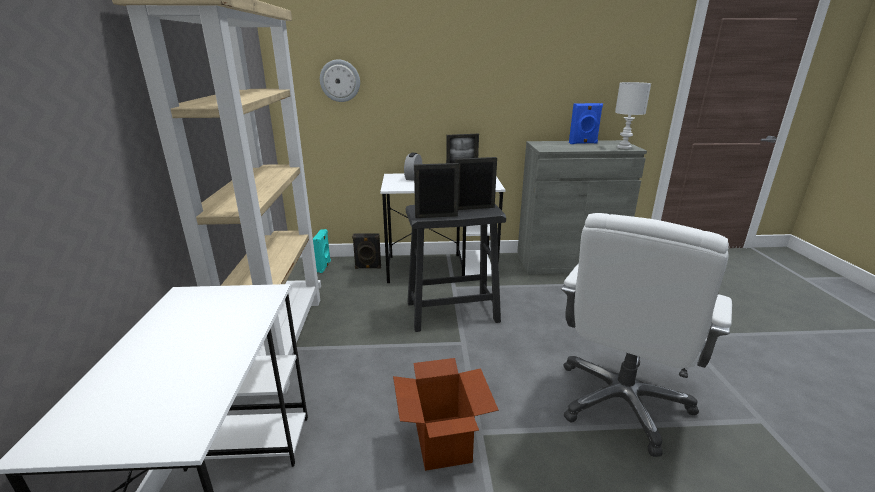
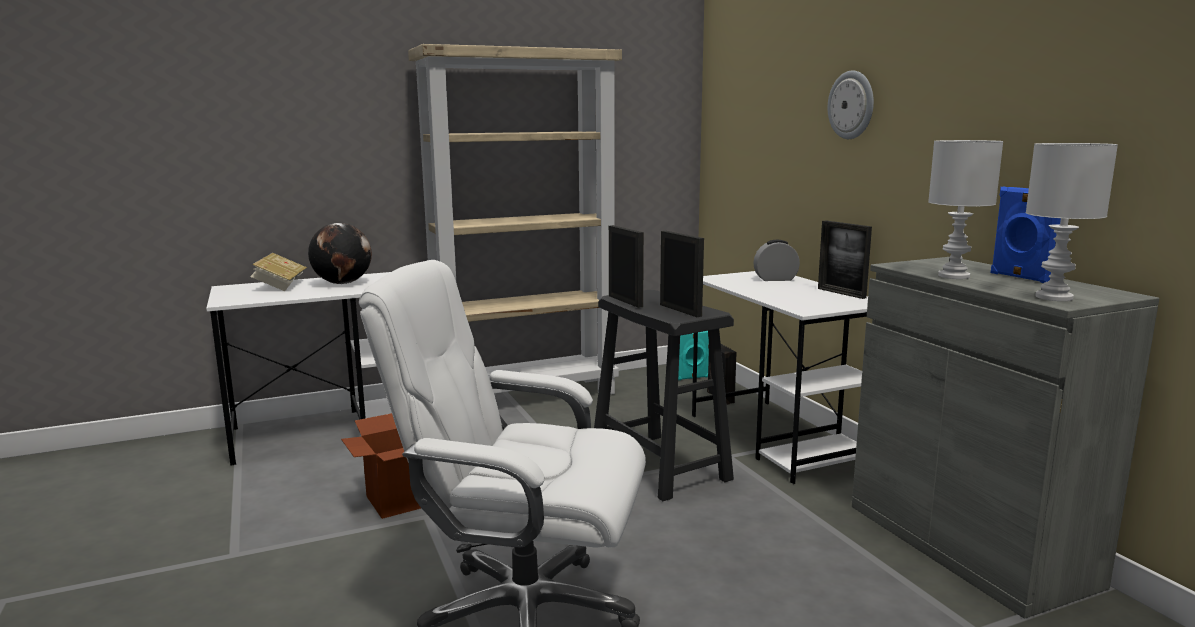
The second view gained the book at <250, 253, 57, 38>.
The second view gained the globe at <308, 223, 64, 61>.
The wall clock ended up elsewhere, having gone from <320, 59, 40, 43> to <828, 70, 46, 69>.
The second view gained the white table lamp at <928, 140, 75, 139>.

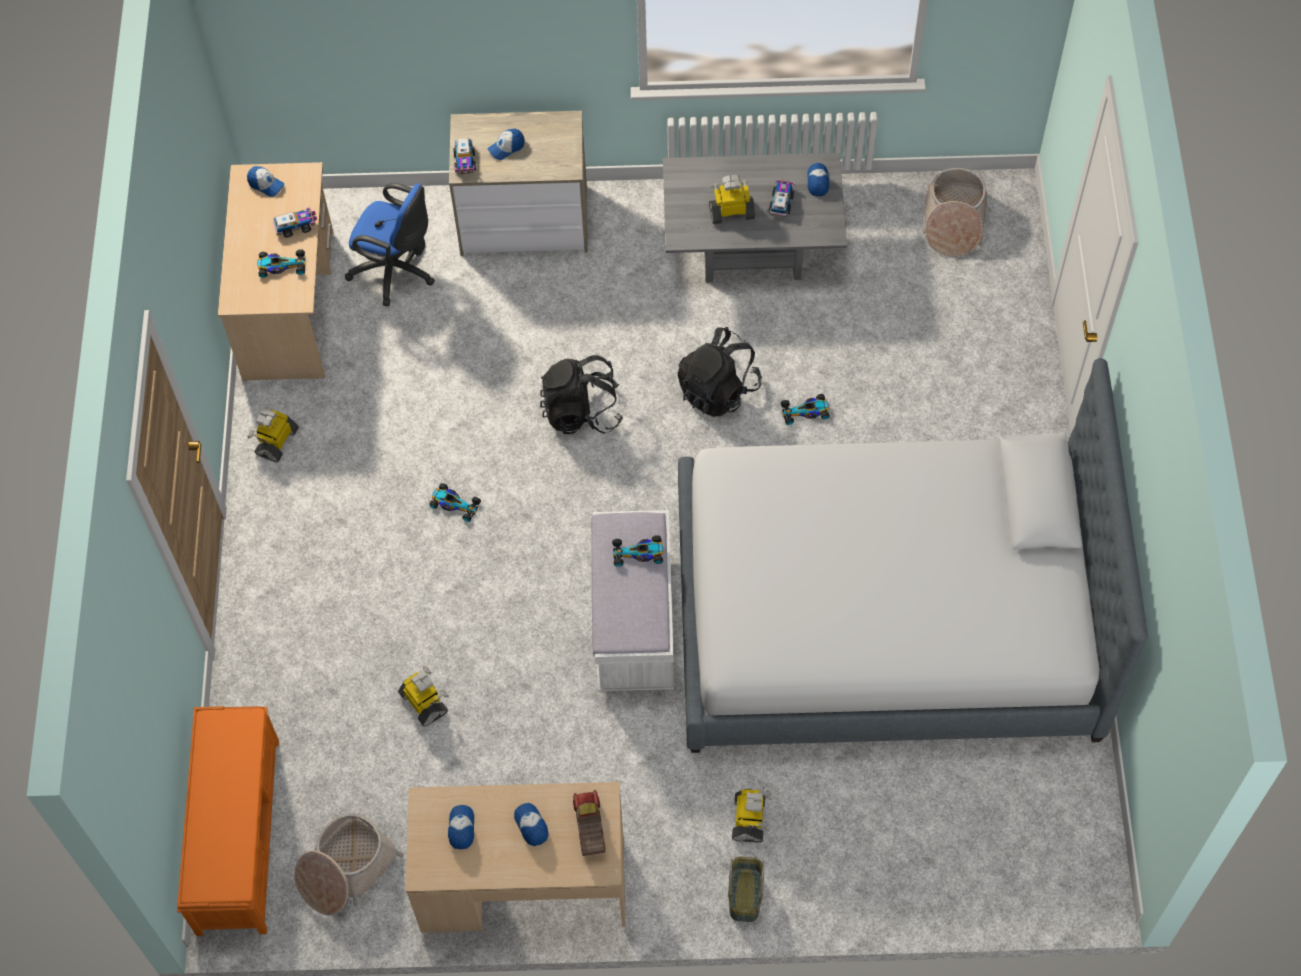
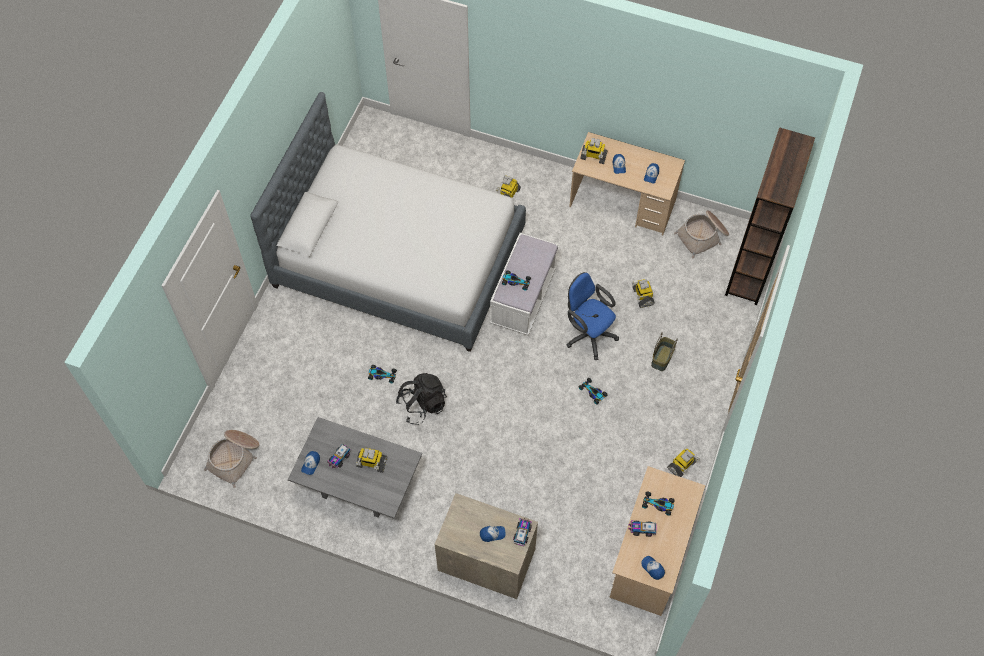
The blue office chair ended up elsewhere, having gone from <345, 183, 90, 123> to <566, 272, 53, 88>.
Where the toy truck stood at <573, 790, 33, 66>, the toy robot came to stand at <580, 138, 28, 26>.
The basket ended up elsewhere, having gone from <728, 857, 36, 65> to <651, 332, 27, 39>.
Where the orange bench stood at <177, 706, 102, 230>, the brown bookcase came to stand at <725, 127, 90, 178>.
The second view lost the black backpack at <540, 355, 83, 79>.

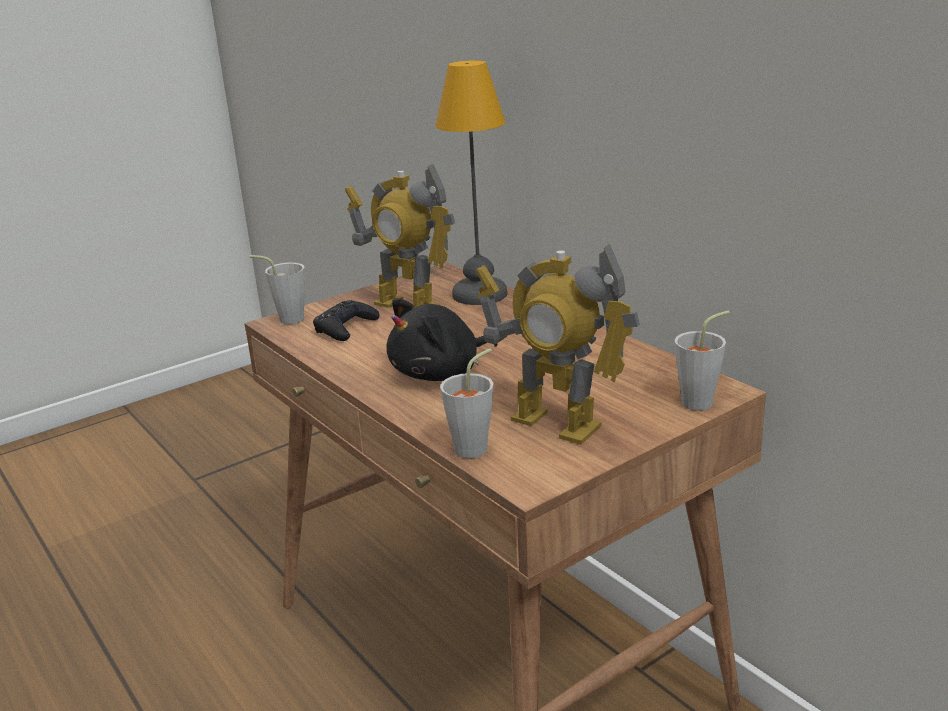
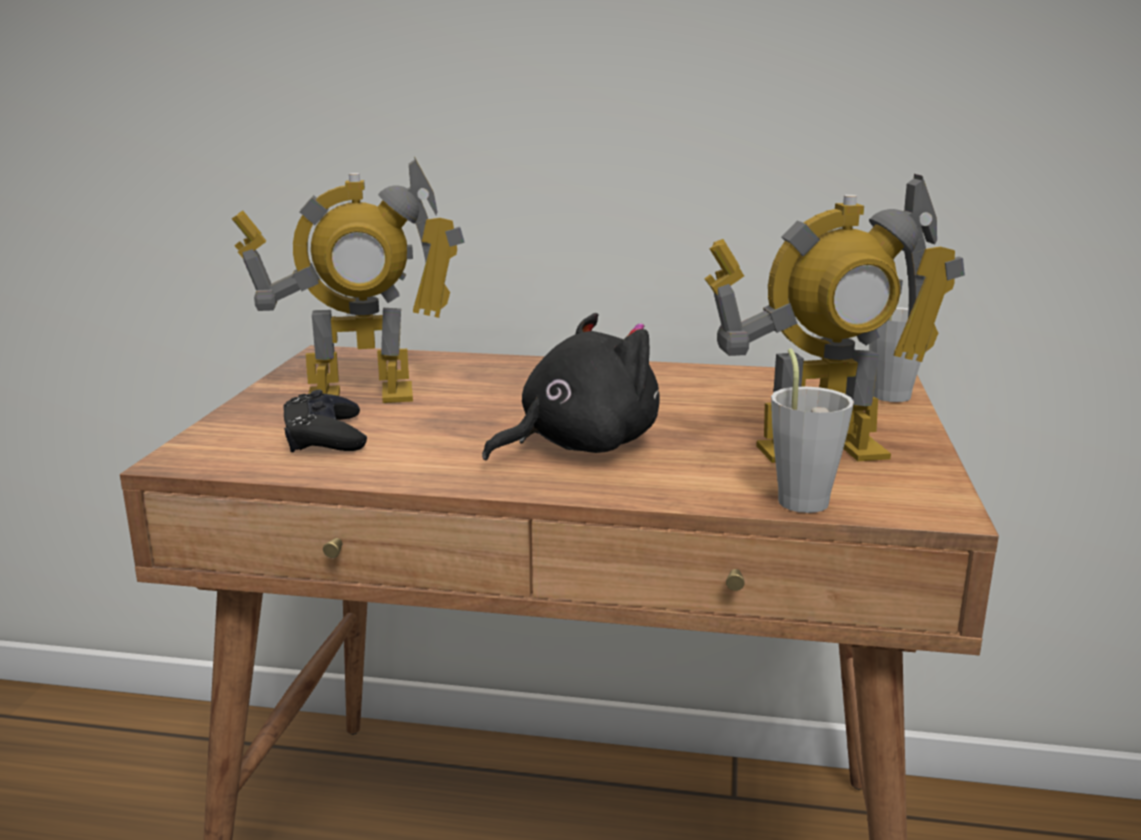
The black plush toy at <387, 298, 111, 83> ended up facing another way, 135 degrees counterclockwise from before.
The second view lost the grey cup at <249, 255, 56, 69>.
The second view lost the table lamp at <435, 60, 73, 245>.

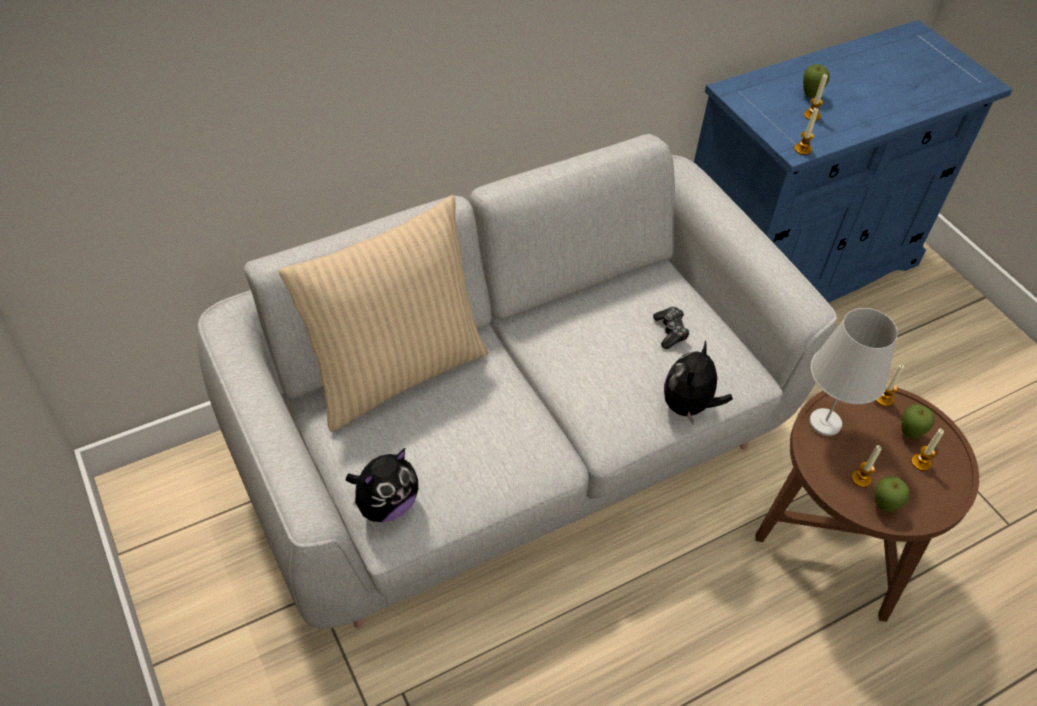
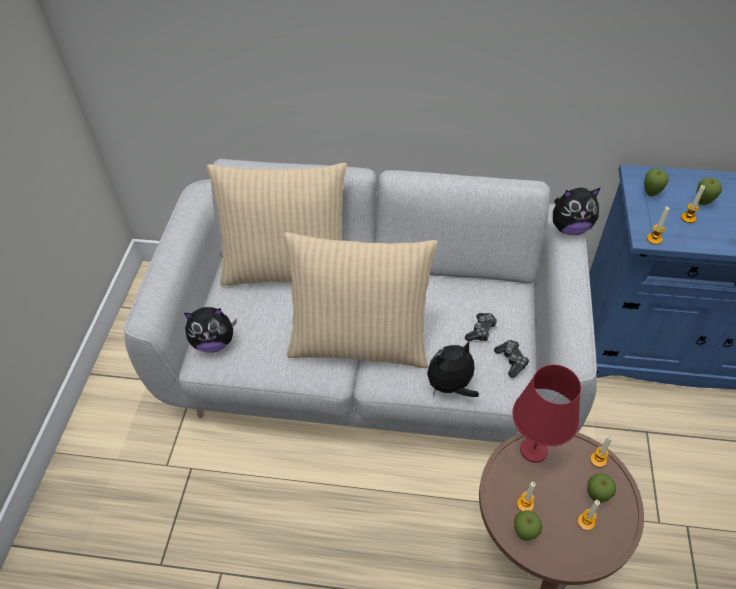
The second view gained the beige pillow at <284, 232, 154, 136>.
The second view gained the game controller at <494, 340, 35, 37>.
What was the white table lamp at <809, 308, 89, 128> turned into the red table lamp at <512, 364, 69, 99>.
The second view gained the plush toy at <553, 188, 47, 47>.
The second view gained the apple at <644, 169, 25, 27>.

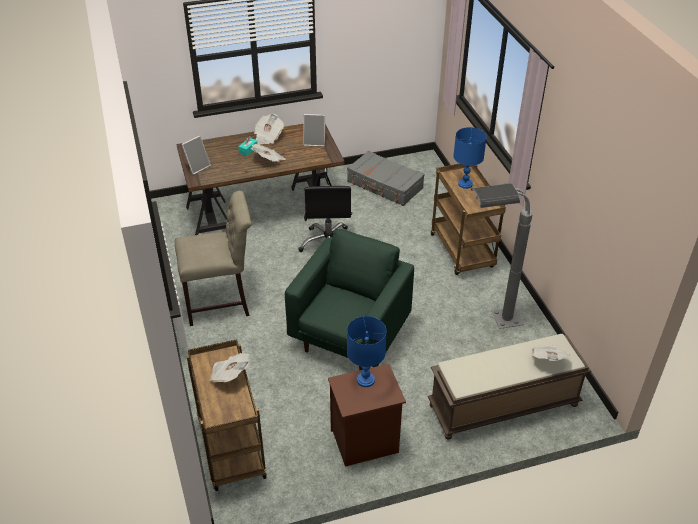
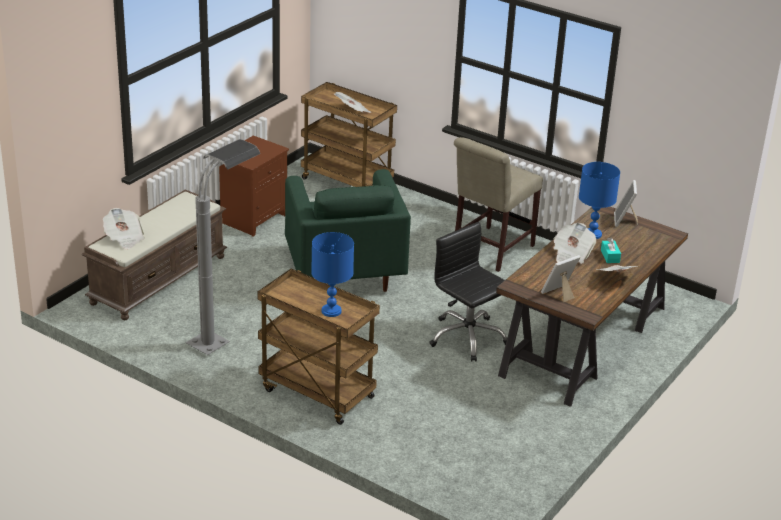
The blue table lamp ended up elsewhere, having gone from <347, 316, 39, 71> to <579, 162, 41, 77>.
The second view lost the grey suitcase at <347, 151, 78, 55>.

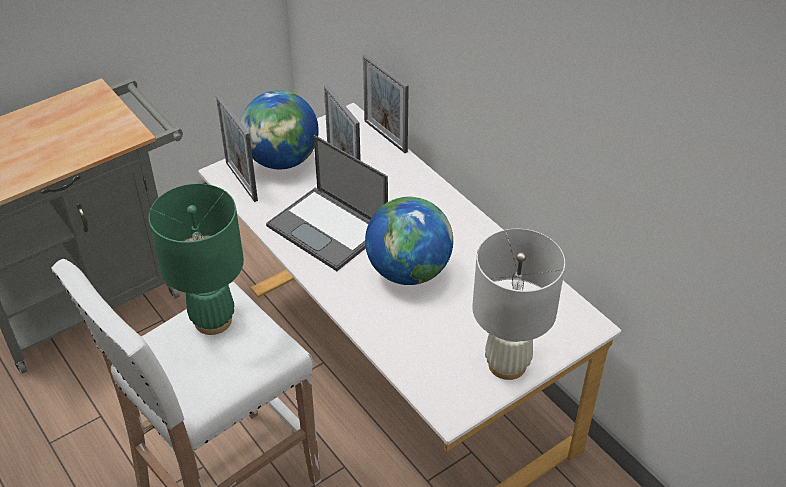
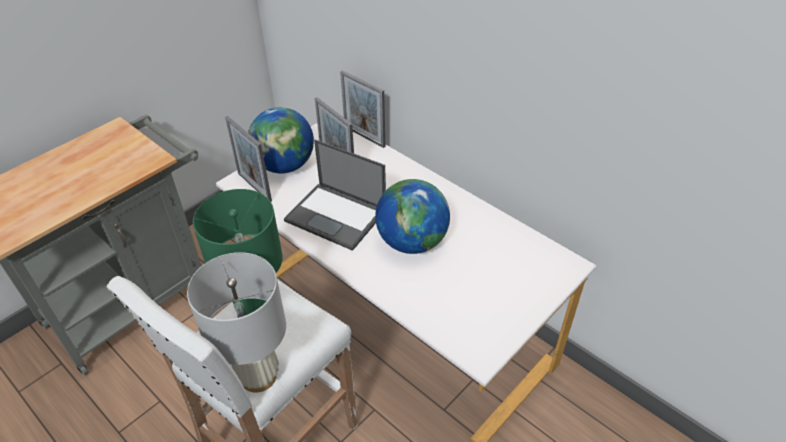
The white table lamp ended up elsewhere, having gone from <472, 229, 93, 151> to <187, 252, 99, 141>.

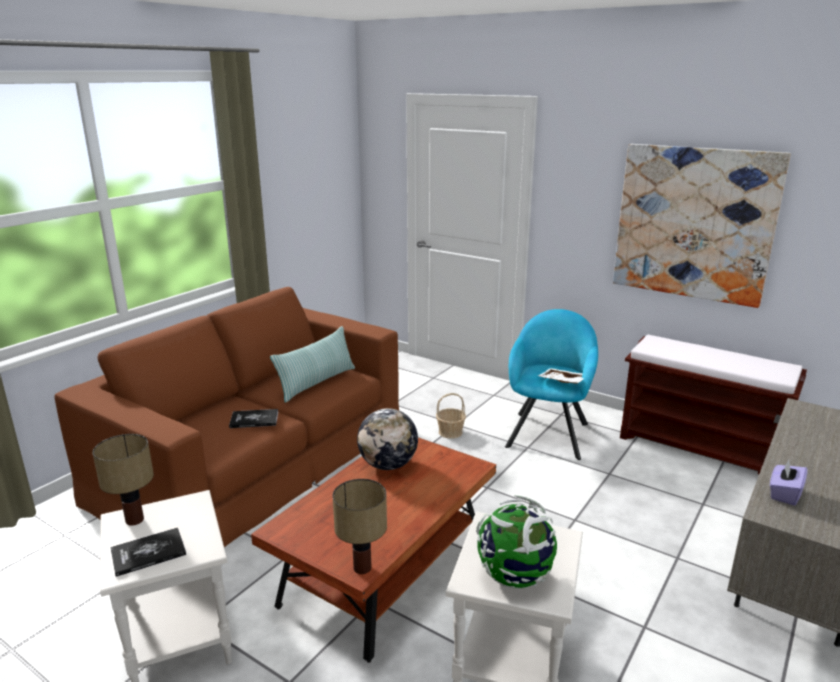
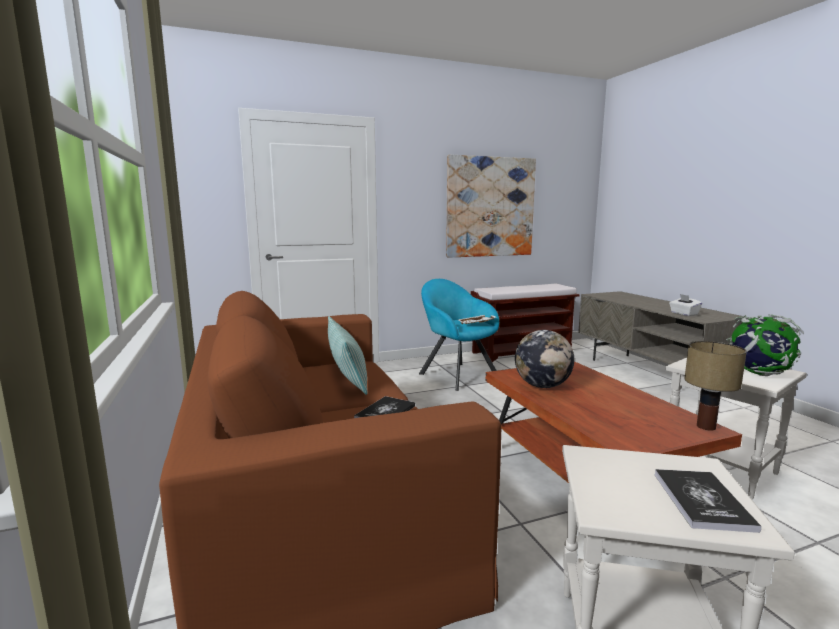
What was the purple tissue box at <770, 459, 38, 47> turned into the white tissue box at <669, 294, 33, 22>.
The second view lost the table lamp at <92, 434, 62, 92>.
The second view lost the basket at <436, 393, 30, 46>.

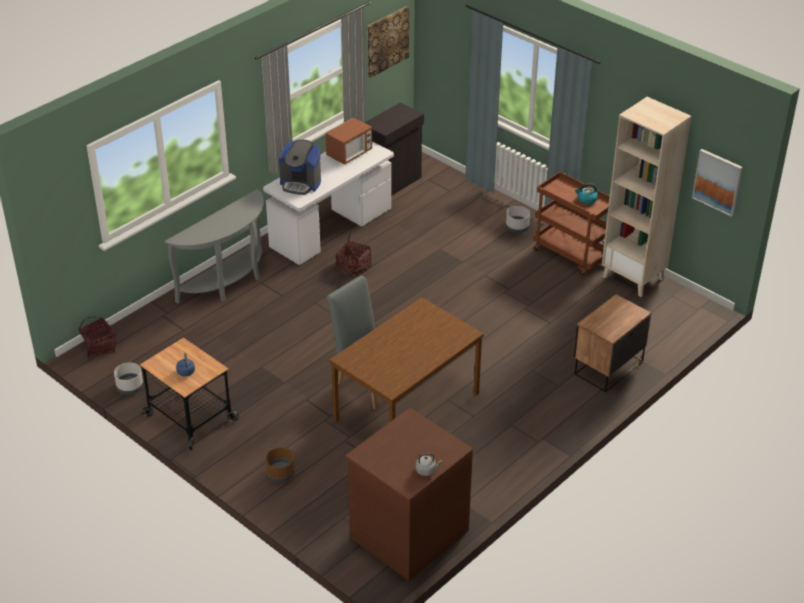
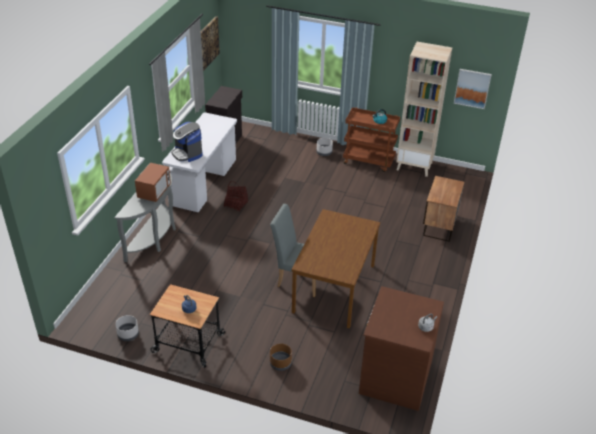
The microwave ended up elsewhere, having gone from <325, 118, 47, 47> to <135, 163, 36, 39>.
The coffee machine at <278, 140, 43, 55> ended up facing another way, 60 degrees clockwise from before.
The second view lost the basket at <78, 317, 38, 42>.

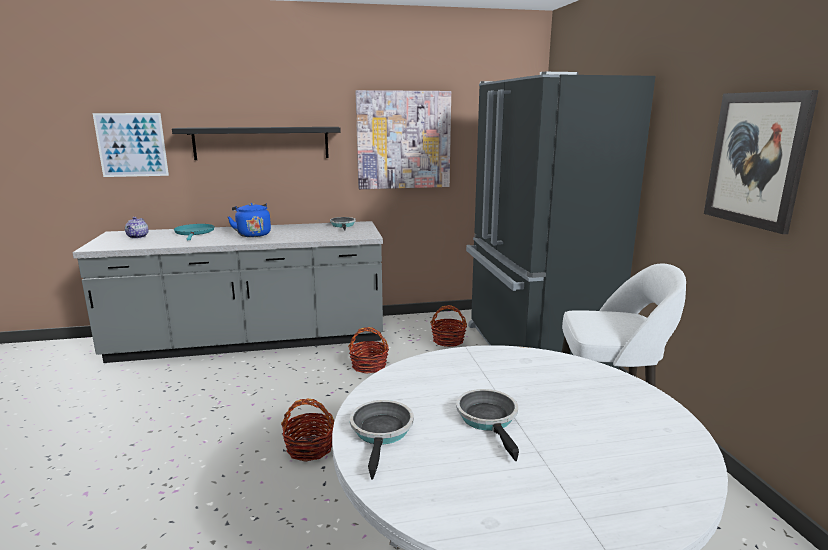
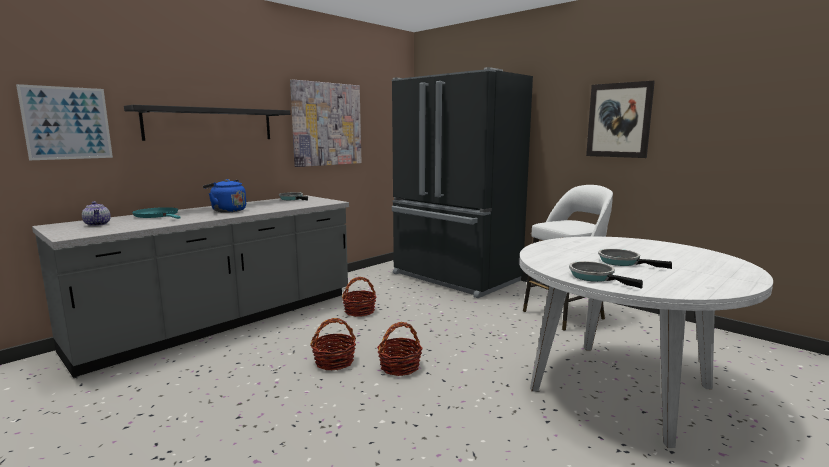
The basket ended up elsewhere, having gone from <430, 305, 37, 42> to <310, 318, 46, 53>.

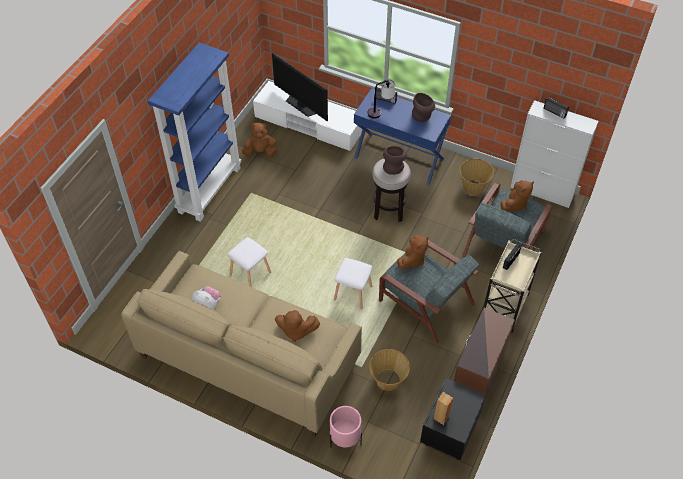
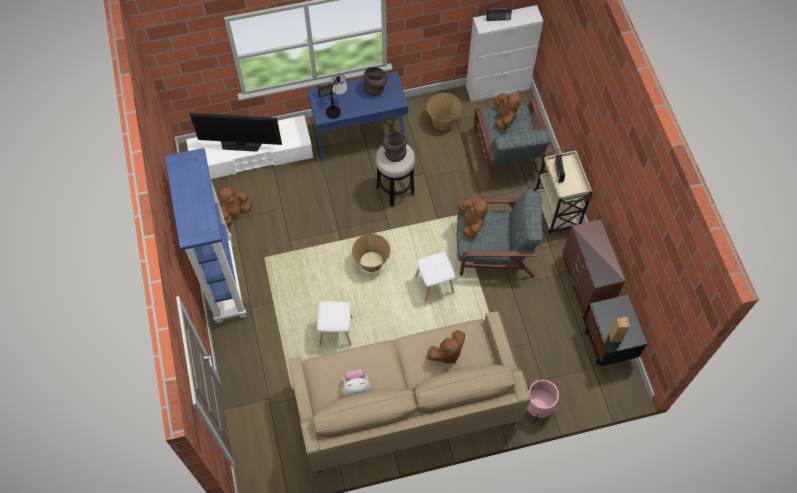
The basket ended up elsewhere, having gone from <369, 349, 41, 42> to <352, 234, 38, 38>.

